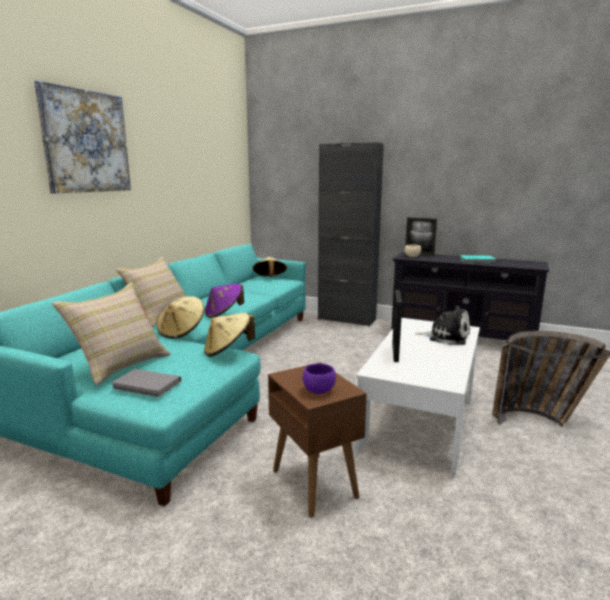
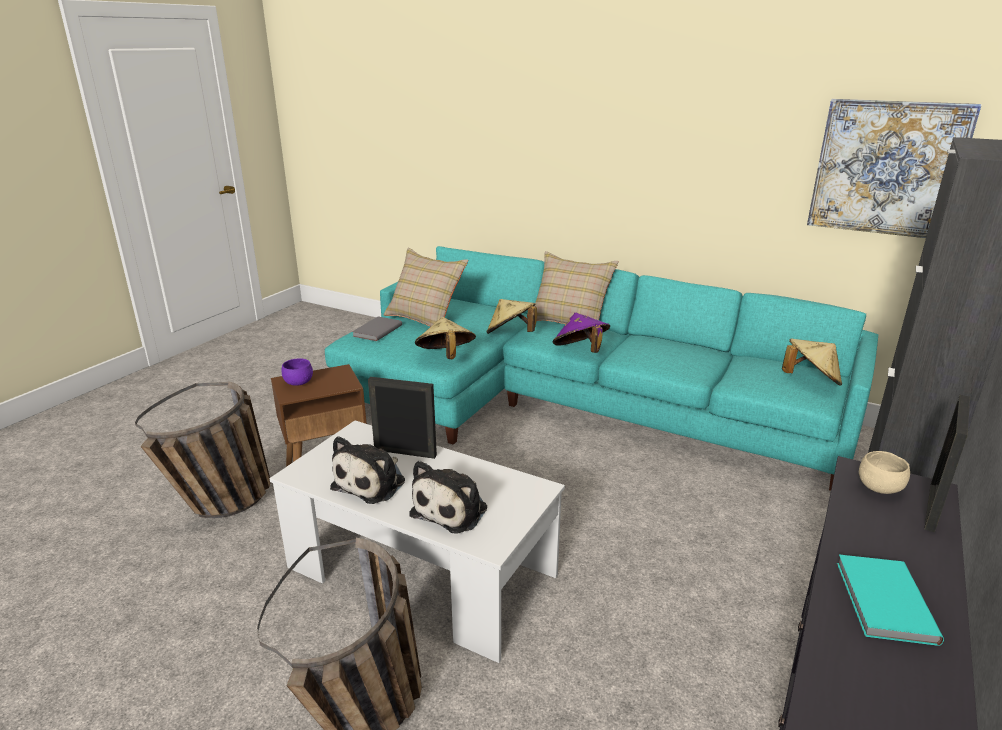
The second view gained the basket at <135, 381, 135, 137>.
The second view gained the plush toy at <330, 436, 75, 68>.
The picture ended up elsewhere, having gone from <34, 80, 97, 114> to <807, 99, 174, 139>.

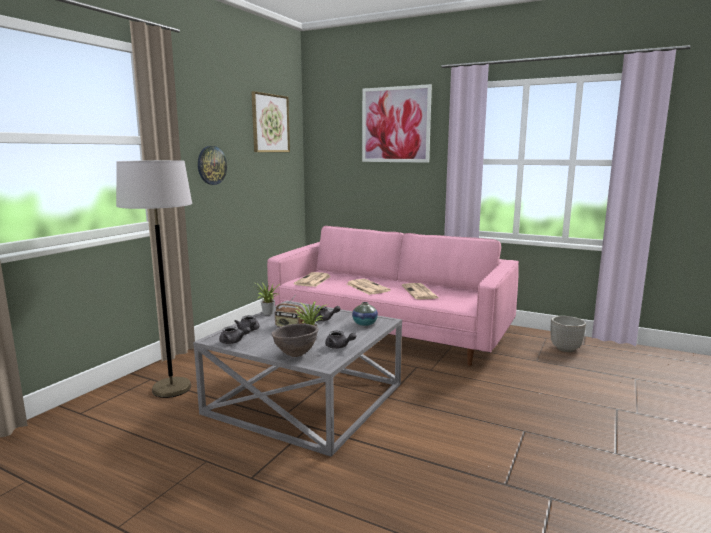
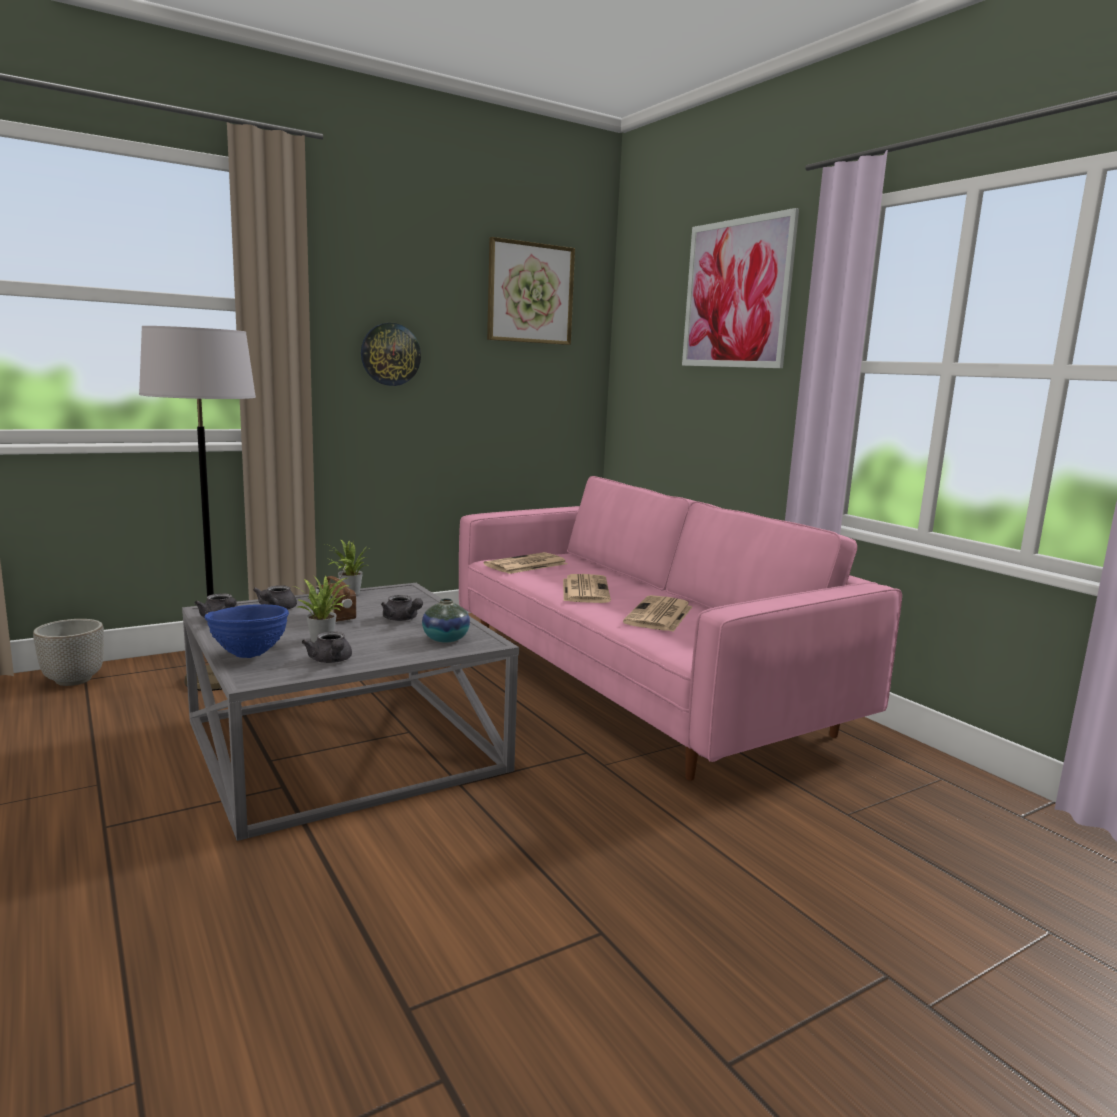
The planter ended up elsewhere, having gone from <550, 316, 36, 36> to <33, 619, 71, 67>.
What was the brown bowl at <271, 324, 48, 33> turned into the blue bowl at <205, 604, 84, 54>.

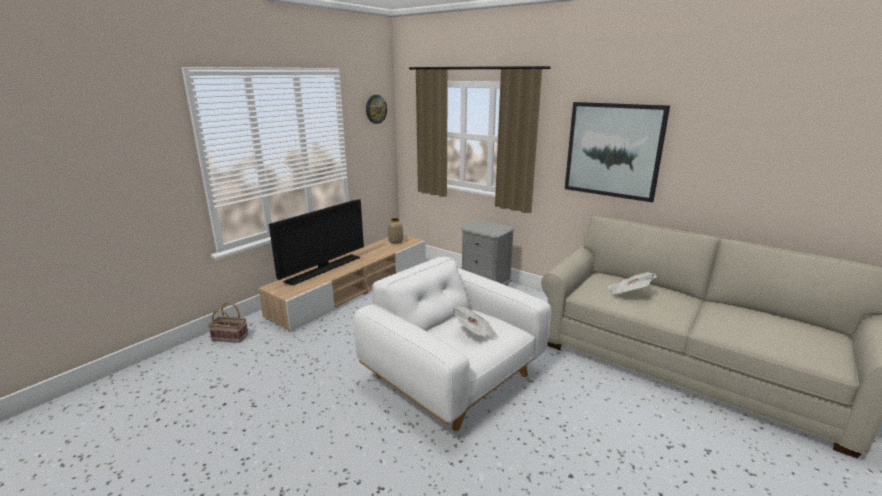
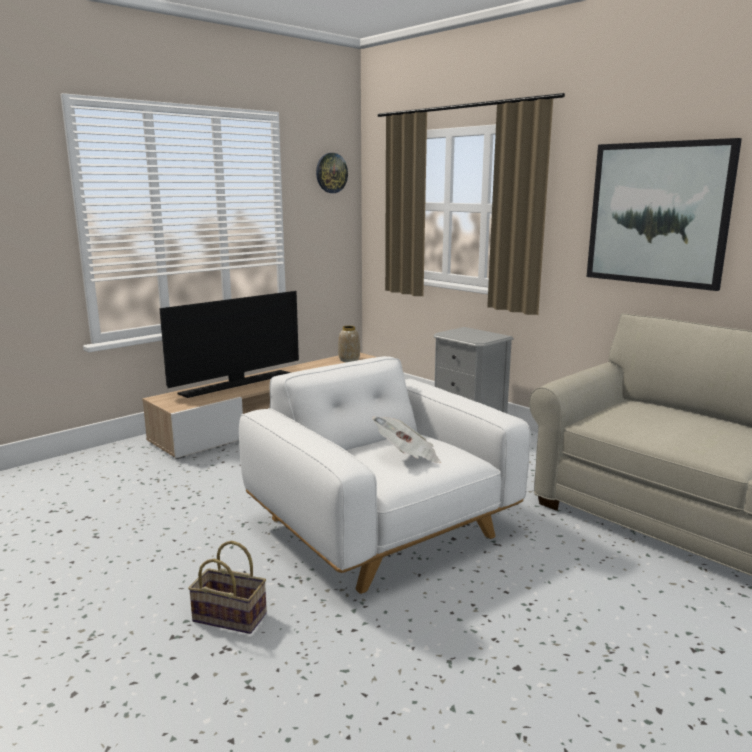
The basket ended up elsewhere, having gone from <208, 302, 40, 41> to <188, 541, 79, 93>.
The second view lost the newspaper at <608, 272, 48, 23>.

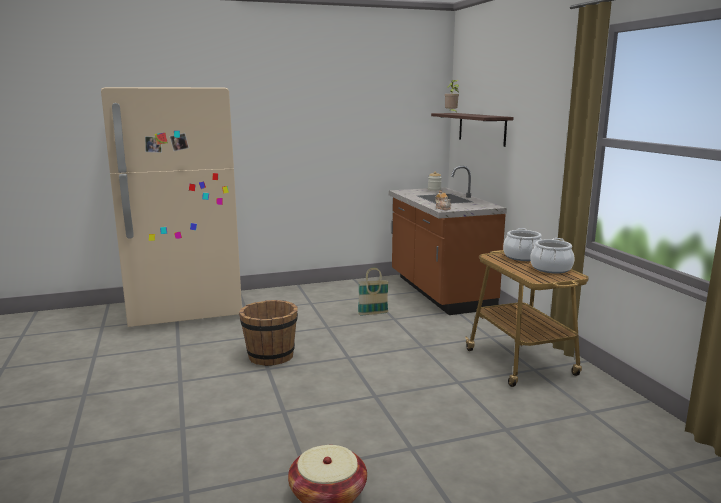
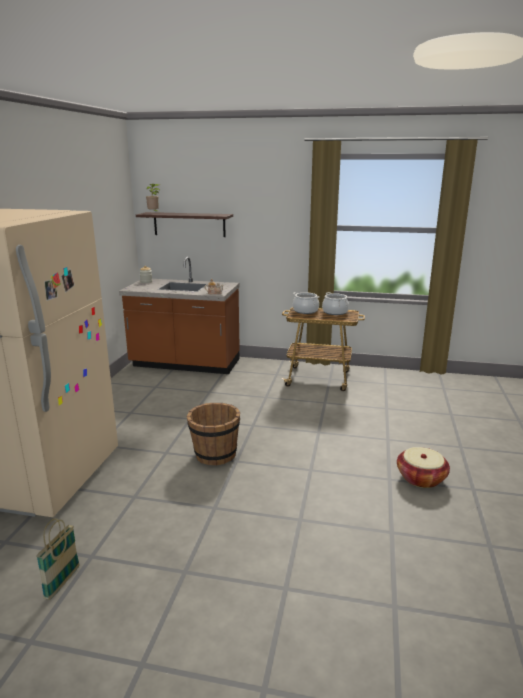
The basket ended up elsewhere, having gone from <358, 267, 31, 48> to <36, 518, 44, 82>.

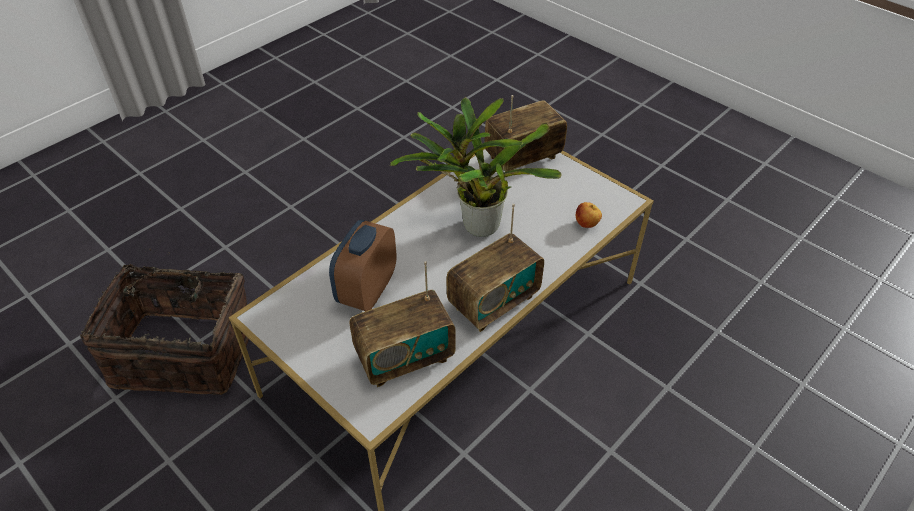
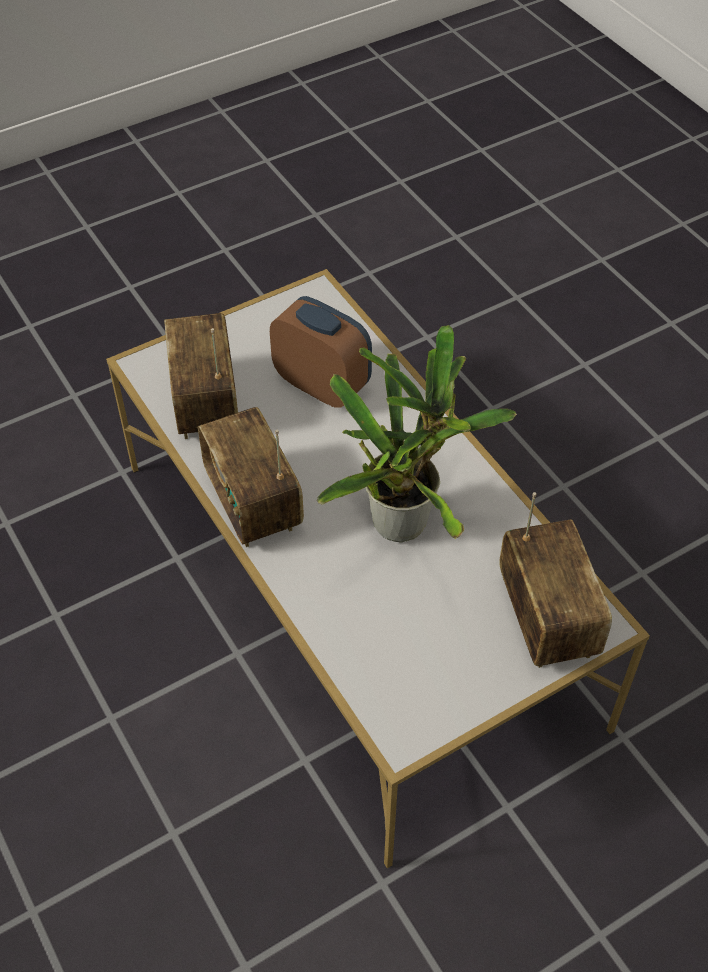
The second view lost the basket at <80, 249, 169, 146>.
The second view lost the apple at <576, 202, 26, 26>.

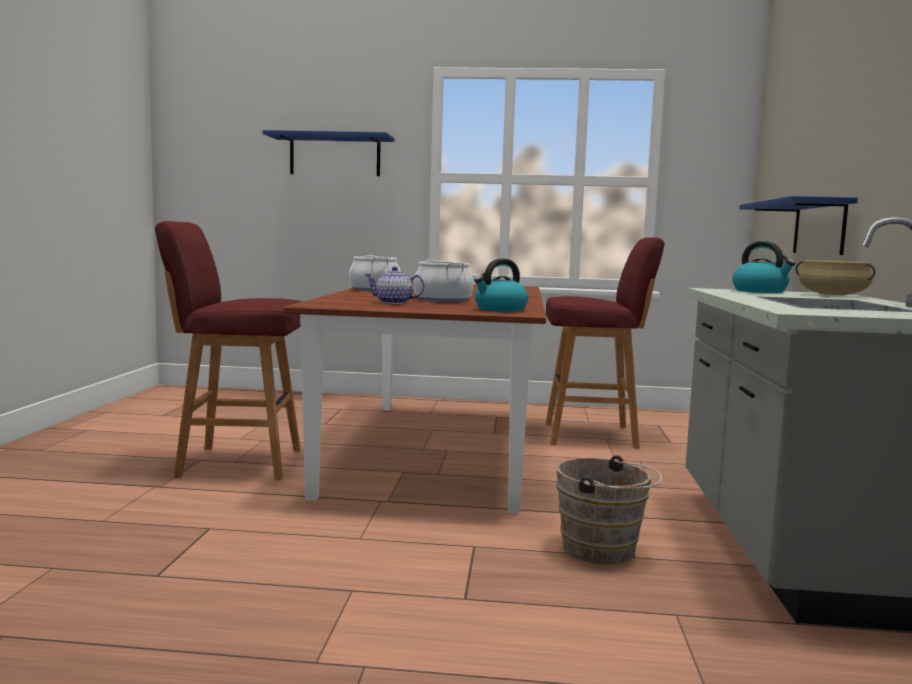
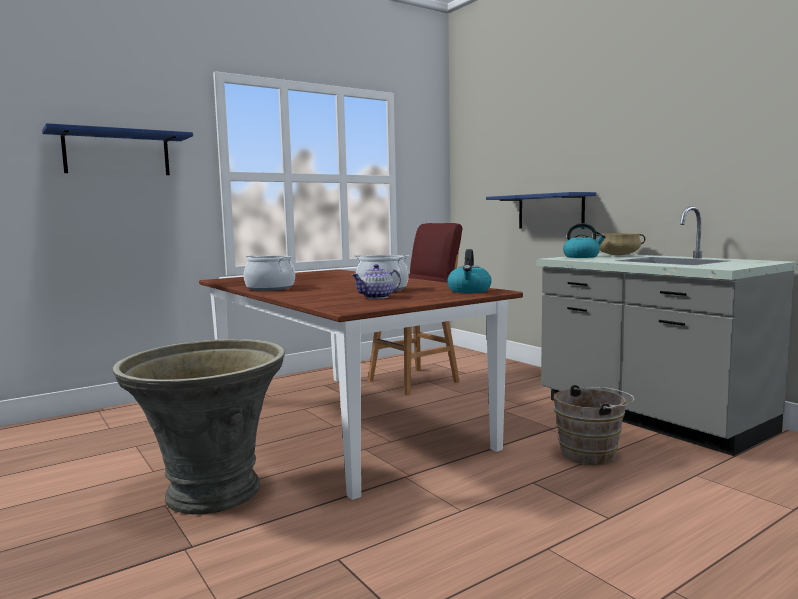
Where the red stool stood at <155, 221, 148, 259>, the grey planter came to stand at <112, 339, 173, 176>.

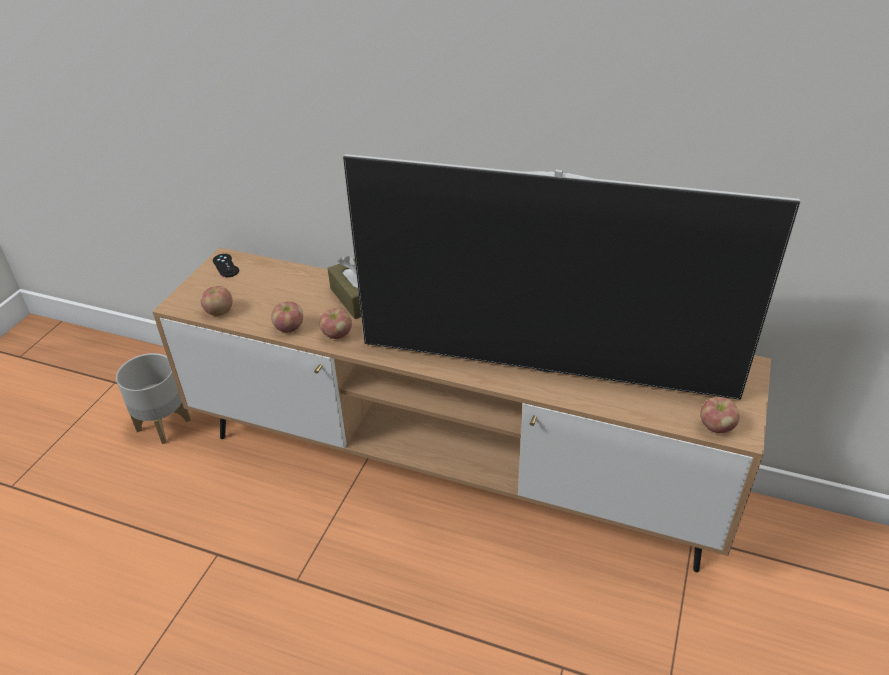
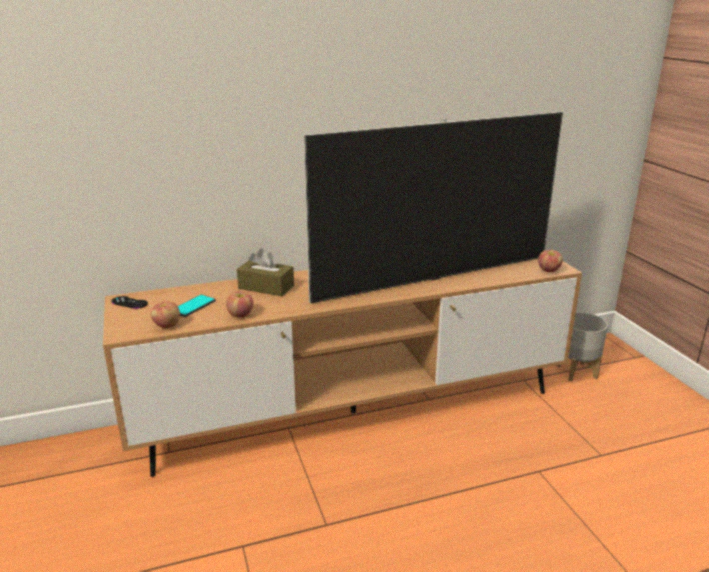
The second view gained the phone at <178, 294, 38, 23>.
The grey planter ended up elsewhere, having gone from <116, 353, 75, 91> to <556, 312, 52, 70>.
The second view lost the apple at <319, 308, 33, 31>.

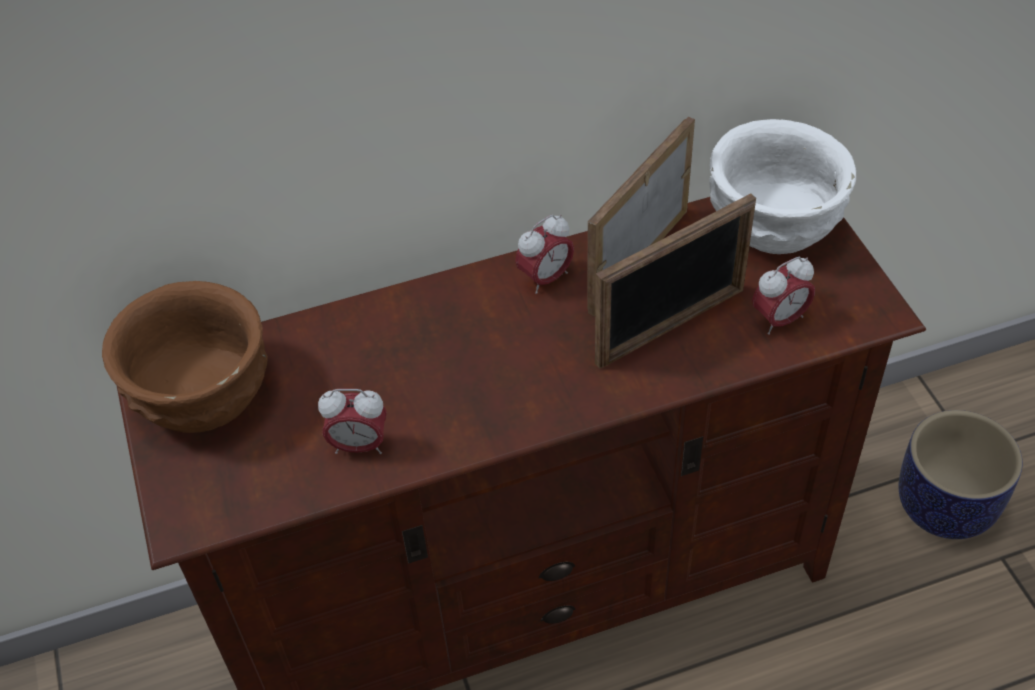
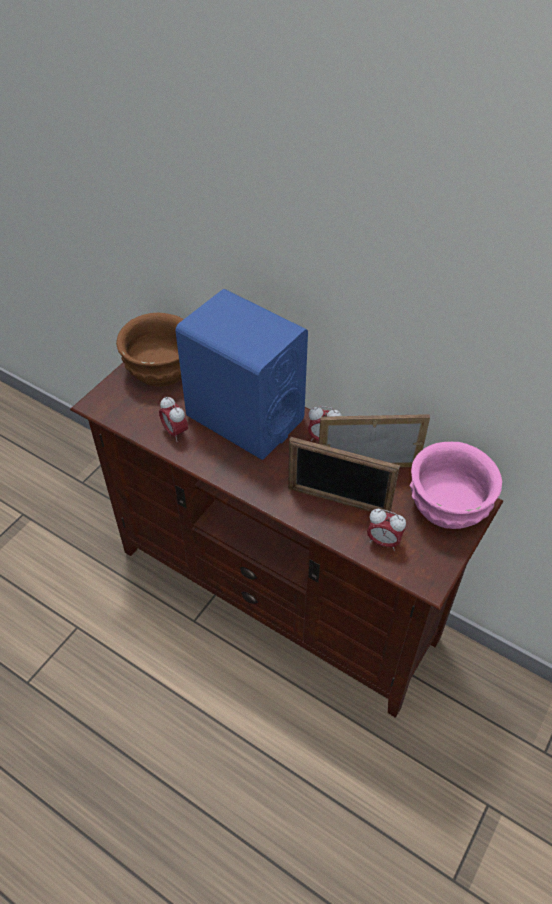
The second view gained the blue speaker at <175, 289, 133, 171>.
What was the white bowl at <709, 119, 147, 135> turned into the pink bowl at <410, 442, 92, 87>.
The second view lost the planter at <898, 410, 125, 129>.

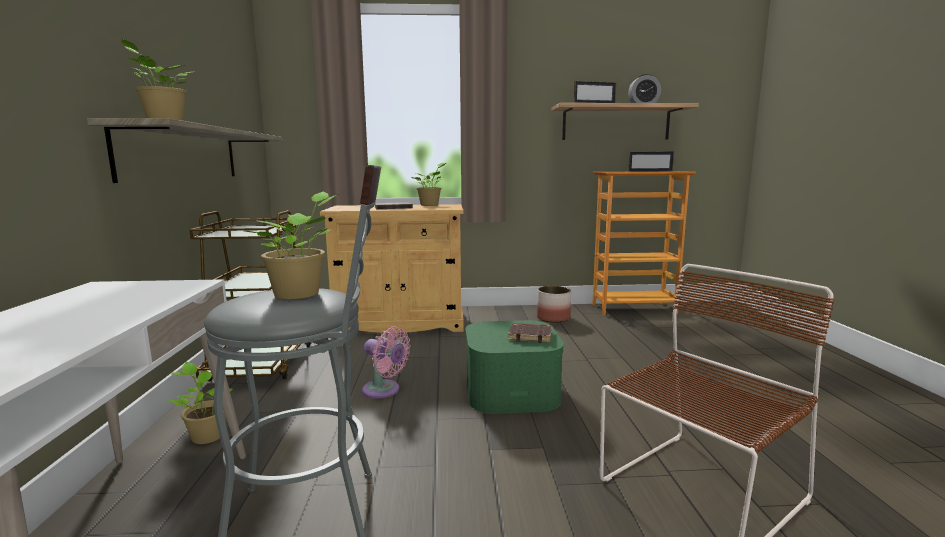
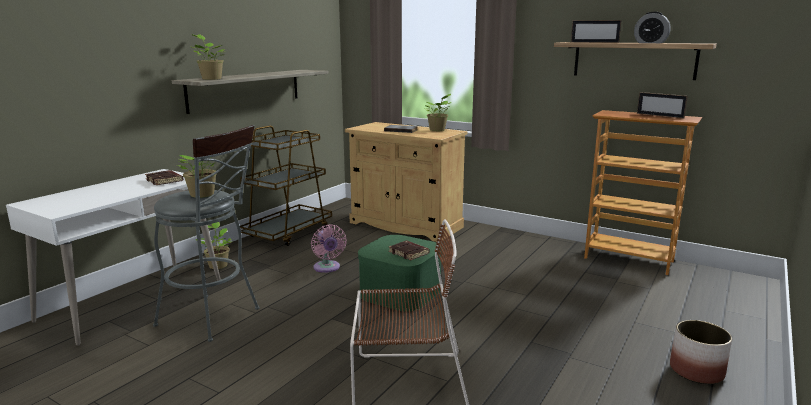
The second view gained the brown book at <145, 170, 39, 15>.
The planter ended up elsewhere, having gone from <537, 286, 34, 37> to <670, 320, 62, 64>.

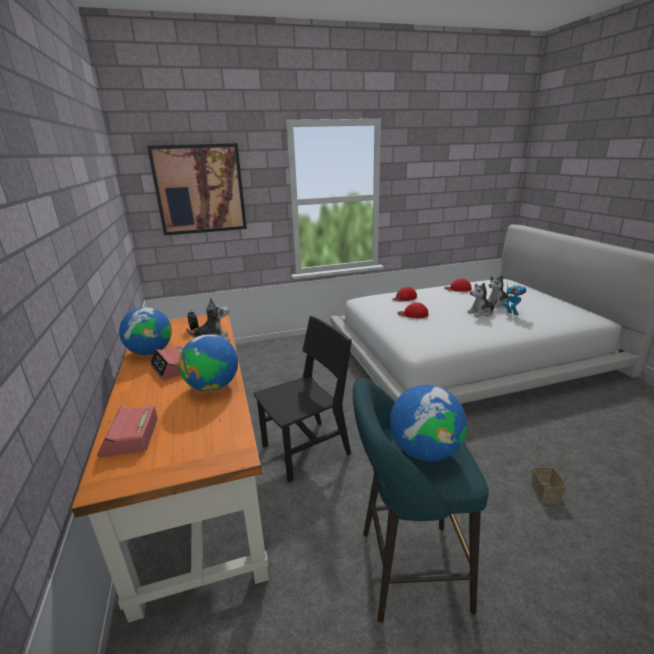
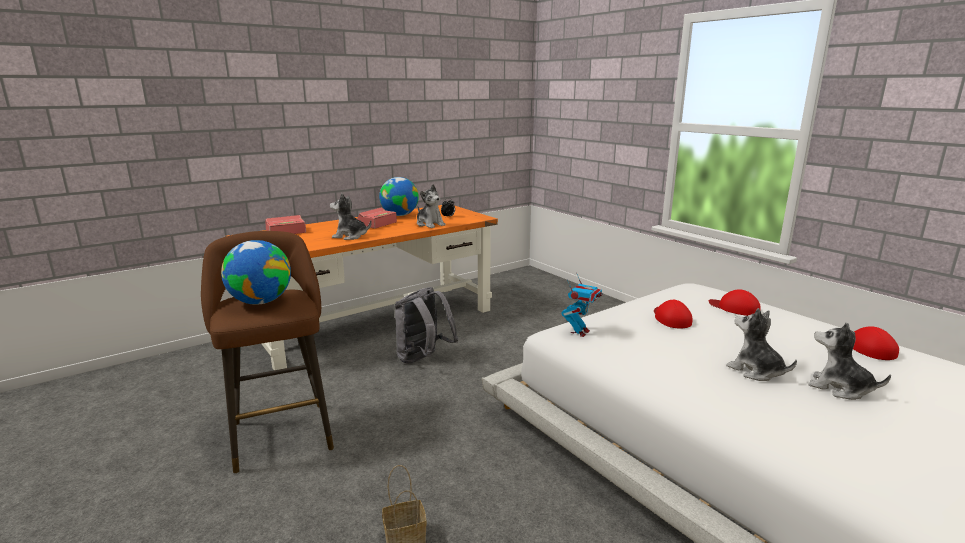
What was the turquoise stool at <353, 378, 136, 244> turned into the brown stool at <201, 231, 133, 242>.
Where the globe stood at <179, 334, 59, 58>, the plush toy came to stand at <330, 193, 42, 47>.
Where the black chair stood at <253, 316, 99, 167>, the grey backpack came to stand at <395, 287, 64, 77>.
The toy robot ended up elsewhere, having gone from <504, 284, 22, 32> to <561, 273, 42, 64>.
The second view lost the picture at <147, 143, 100, 93>.

